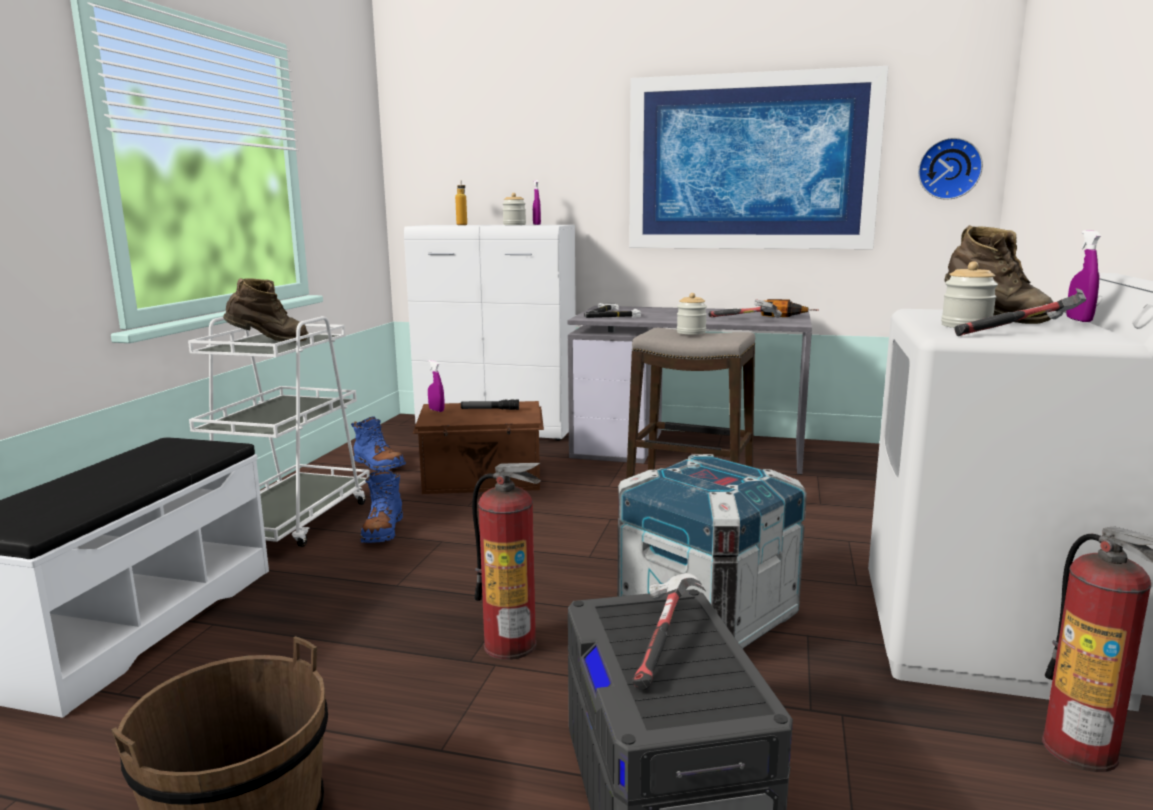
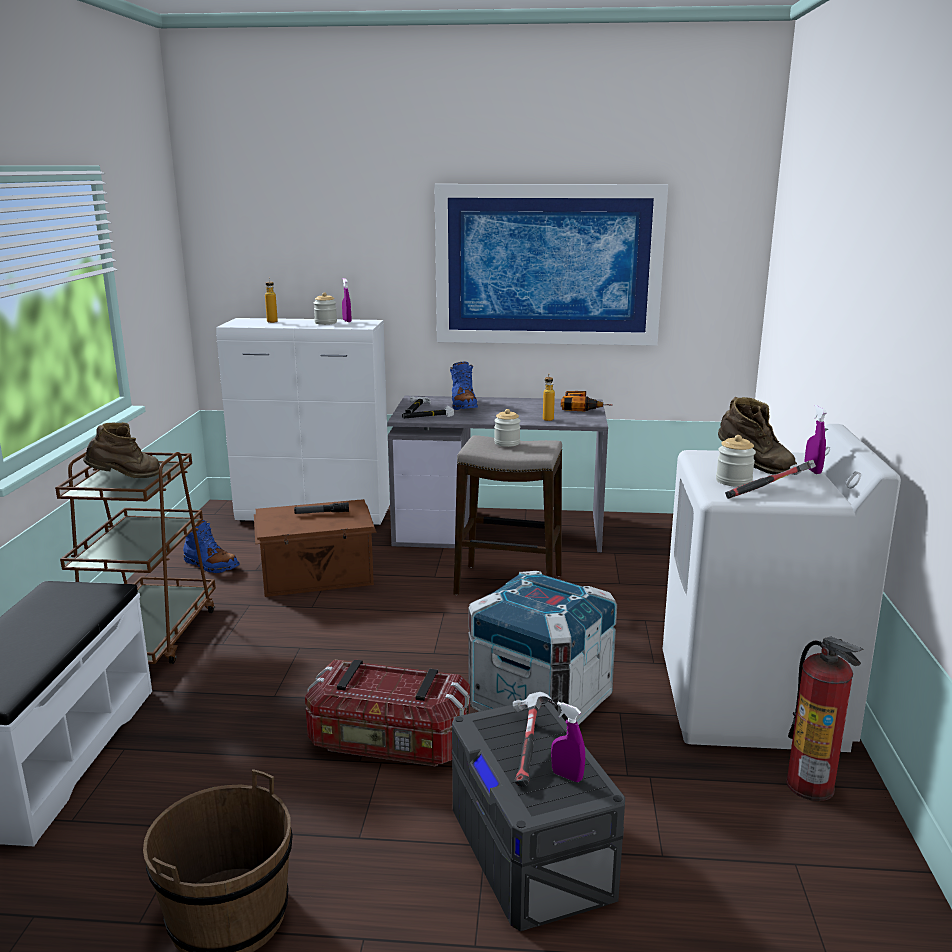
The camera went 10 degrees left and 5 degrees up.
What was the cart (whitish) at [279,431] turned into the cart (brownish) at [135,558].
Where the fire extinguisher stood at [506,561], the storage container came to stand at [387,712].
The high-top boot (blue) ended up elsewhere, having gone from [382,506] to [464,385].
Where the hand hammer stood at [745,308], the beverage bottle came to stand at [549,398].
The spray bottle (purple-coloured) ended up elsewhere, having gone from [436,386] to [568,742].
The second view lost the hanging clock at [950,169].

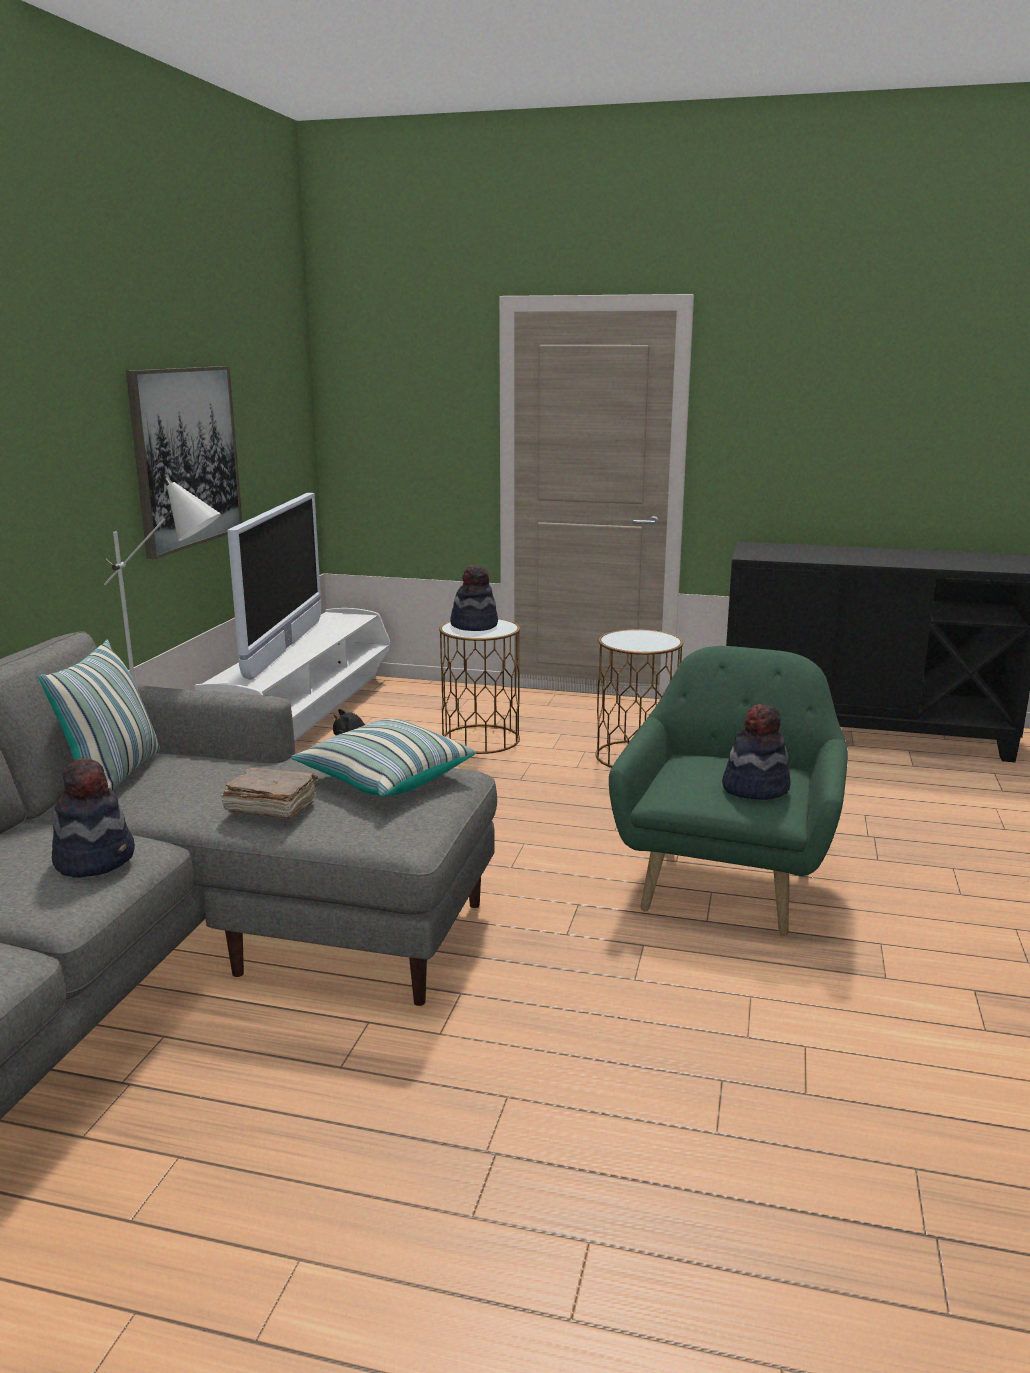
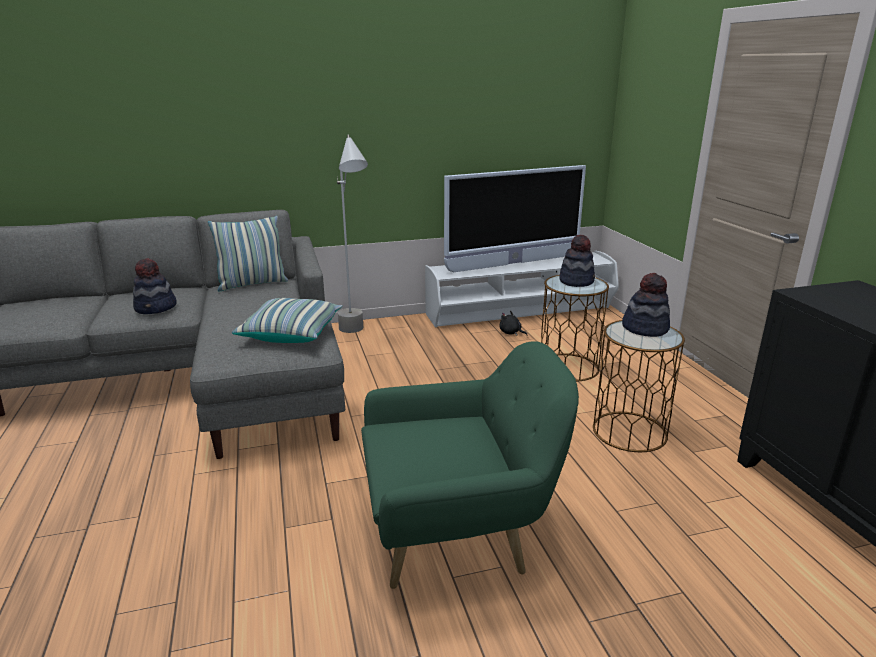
The camera went 60 degrees right and 5 degrees up.
The wearable hat ended up elsewhere, having gone from [756,752] to [646,305].
The second view lost the picture at [184,462].
The second view lost the book (brownish) at [270,793].

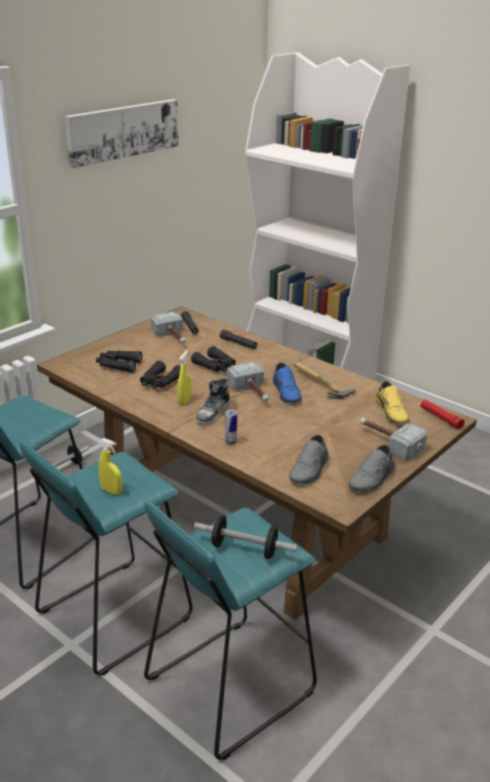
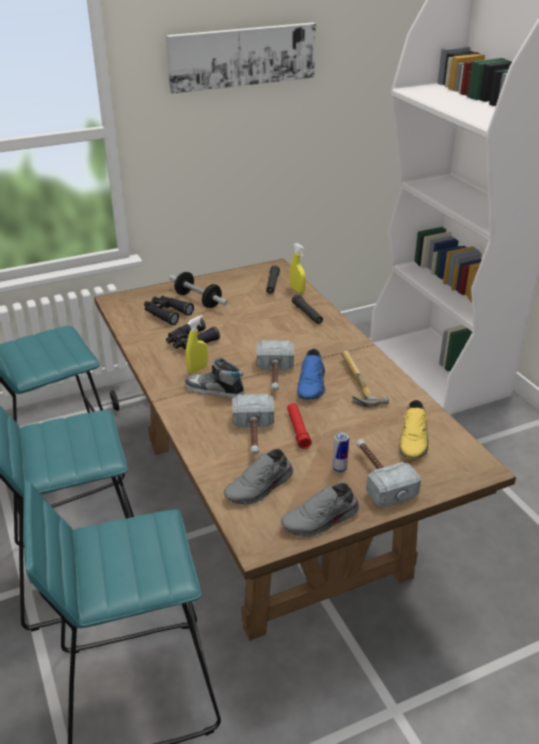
The camera went 25 degrees right and 5 degrees up.
The dumbbell ended up elsewhere, having gone from [245,537] to [198,290].
The shoe at [213,401] ended up facing another way, 60 degrees clockwise from before.
The hand hammer ended up elsewhere, having gone from [168,328] to [253,424].
The flashlight (reddish) ended up elsewhere, having gone from [442,414] to [299,426].
The spray bottle (yellow) ended up elsewhere, having gone from [110,466] to [298,268].
The can ended up elsewhere, having gone from [231,427] to [340,452].
The second view lost the field glasses (blackish) at [213,359].

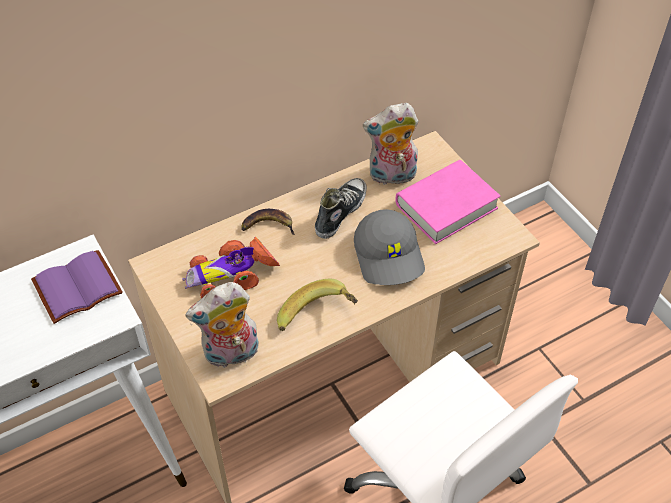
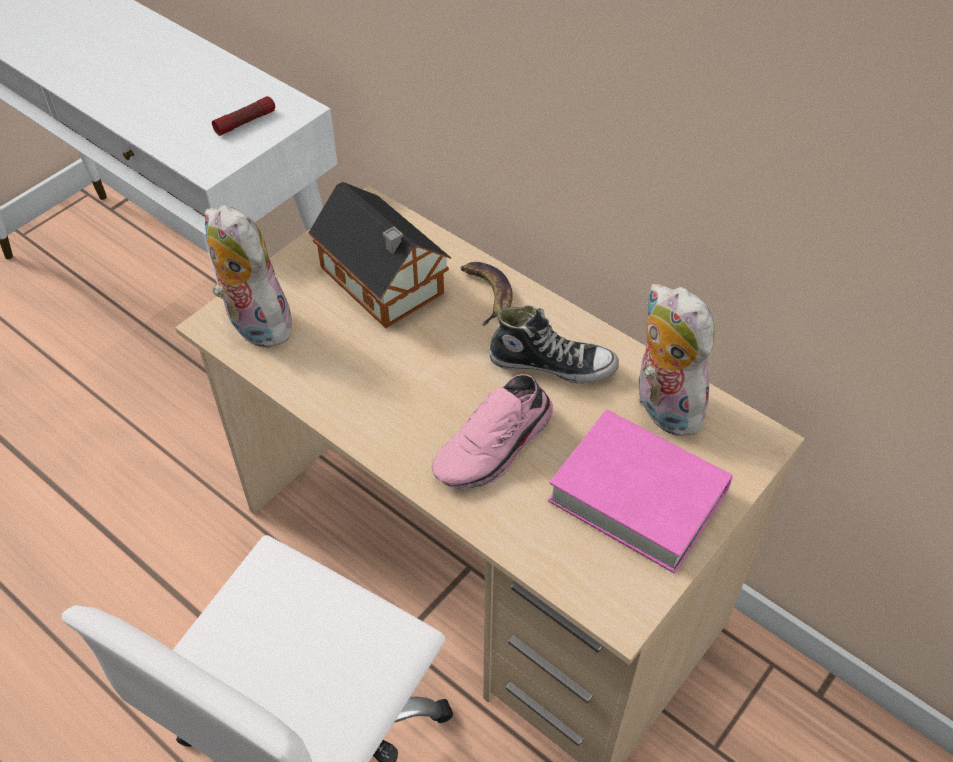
The camera went 70 degrees right and 0 degrees up.
Where the book (purple-coloured) stood at [77,287], the flashlight came to stand at [243,116].
Where the miniature car stood at [231,267], the model house came to stand at [379,255].
Where the peaked cap (gray) stood at [389,247], the shoe (pinkish) came to stand at [492,431].
The second view lost the banana fruit at [317,305].

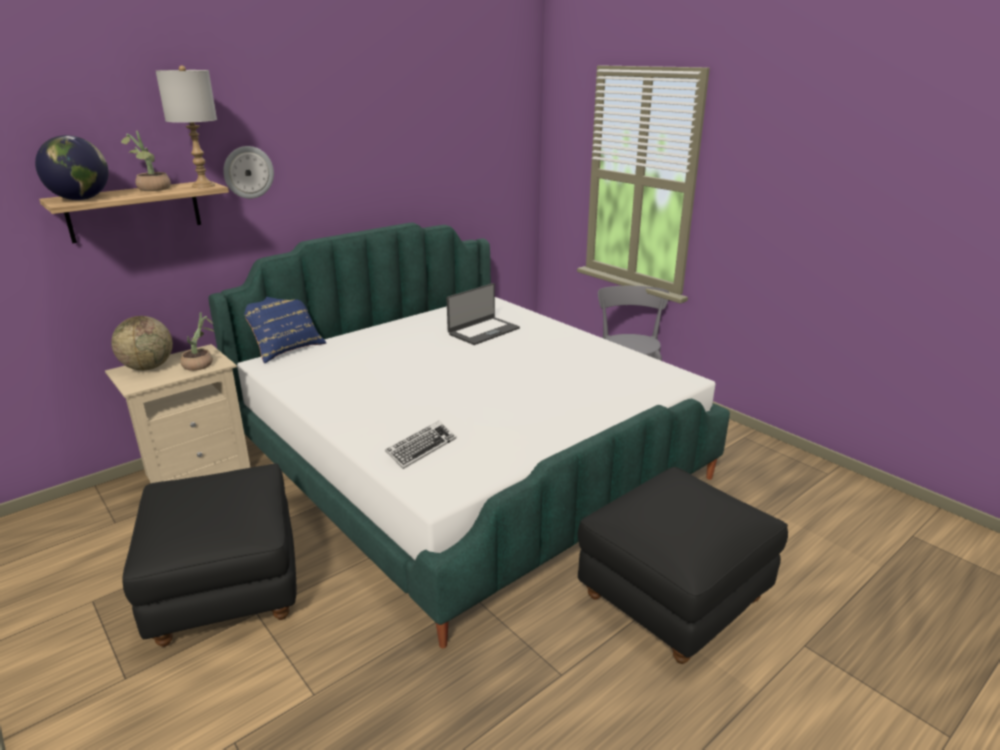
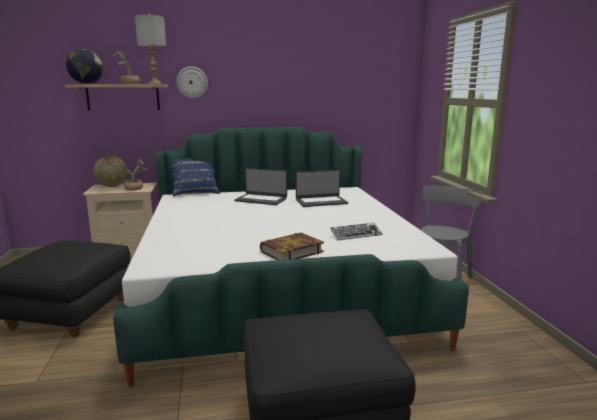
The camera went 30 degrees right and 10 degrees down.
The second view gained the notebook computer at [260,186].
The second view gained the book at [292,246].
The PC keyboard ended up elsewhere, having gone from [421,445] to [356,232].

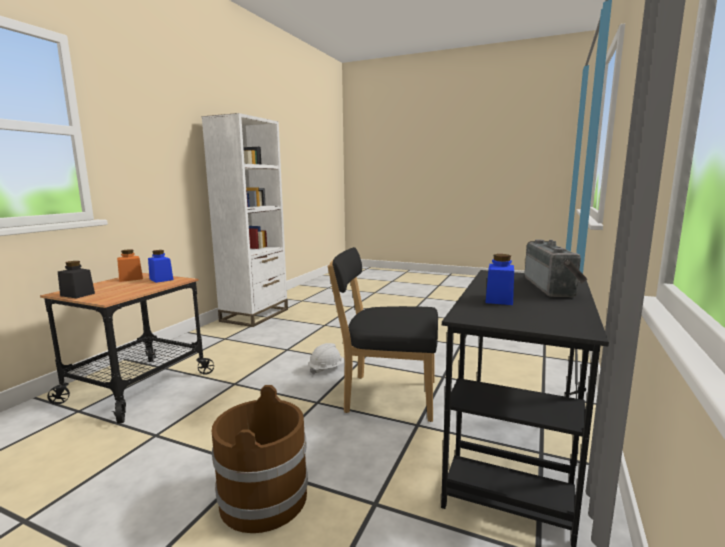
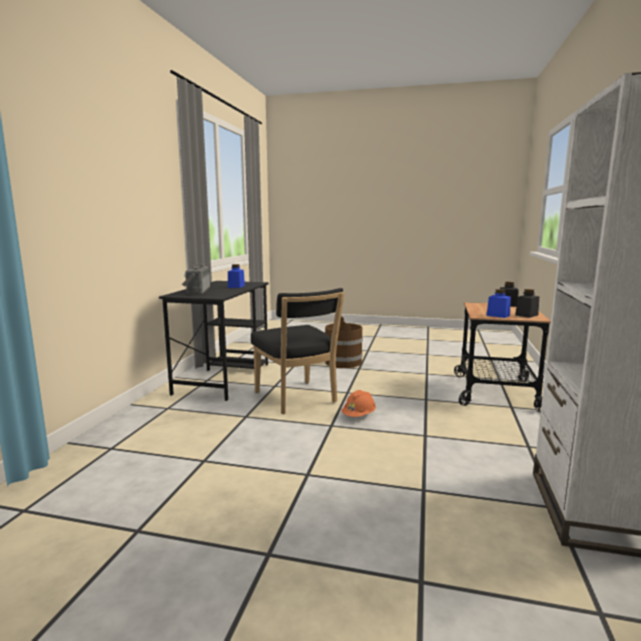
The camera went 170 degrees right and 0 degrees up.
The upright chair (blackish) at [382,334] ended up facing another way, 60 degrees clockwise from before.
What was the work helmet (whitish) at [327,359] turned into the work helmet (orangey) at [358,403].
What was the jar (orangey) at [130,265] turned into the jar (blackish) at [527,303].

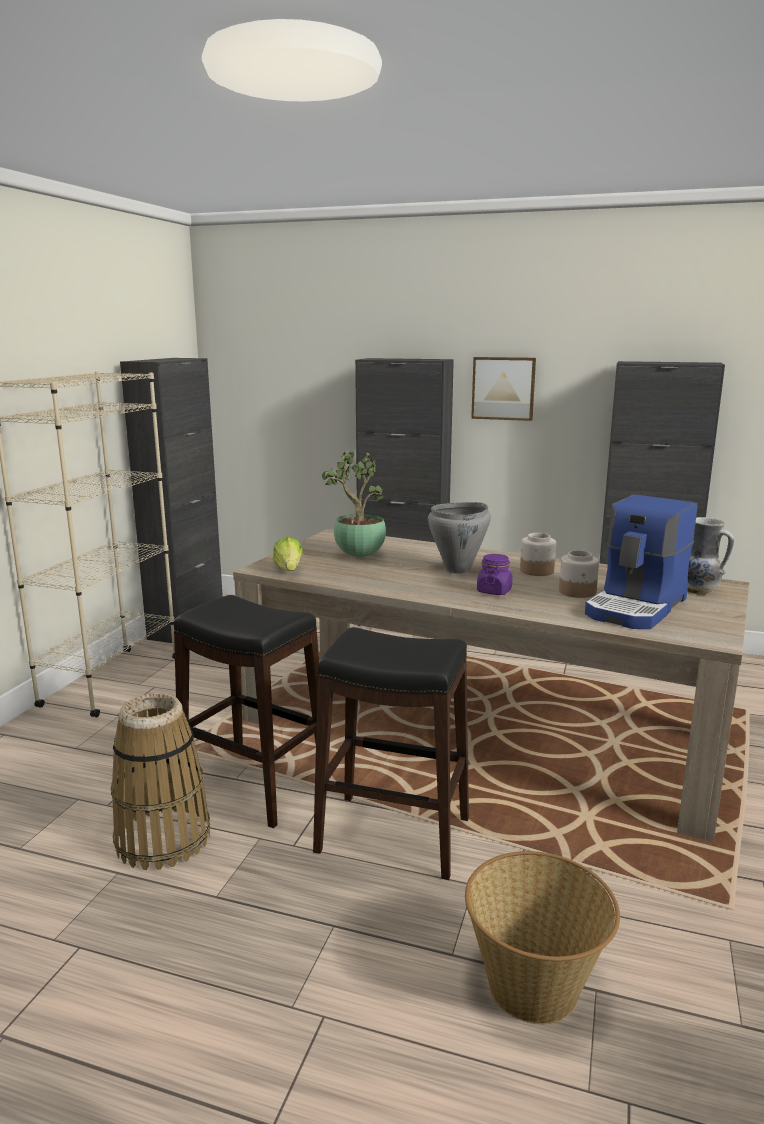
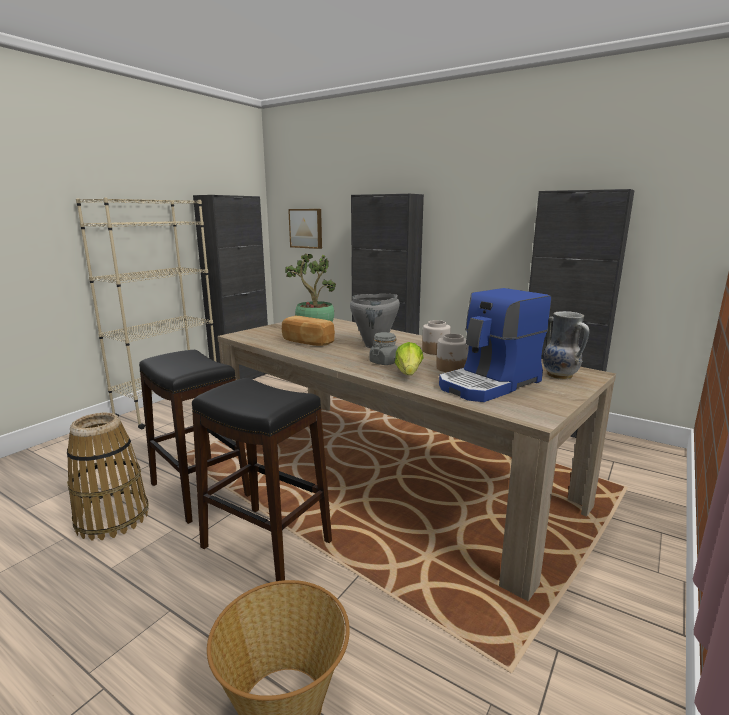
The camera went 15 degrees right and 0 degrees up.
The second view gained the bakery bread at [308,331].
The picture ended up elsewhere, having gone from [503,389] to [305,229].
What was the jar (purple-coloured) at [495,574] turned into the jar (gray) at [384,348].
The head of lettuce ended up elsewhere, having gone from [288,553] to [409,358].

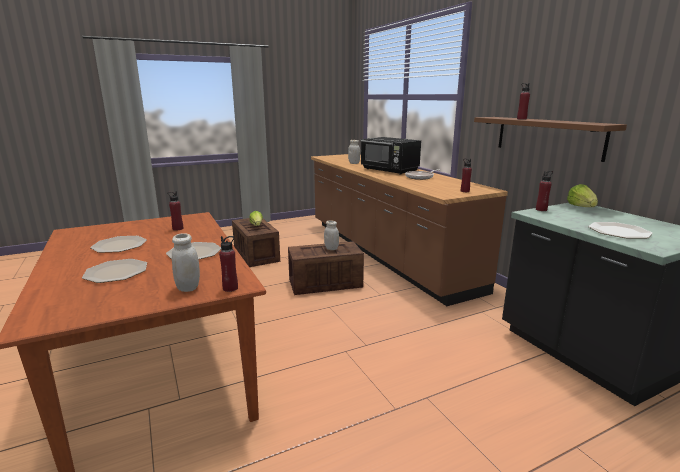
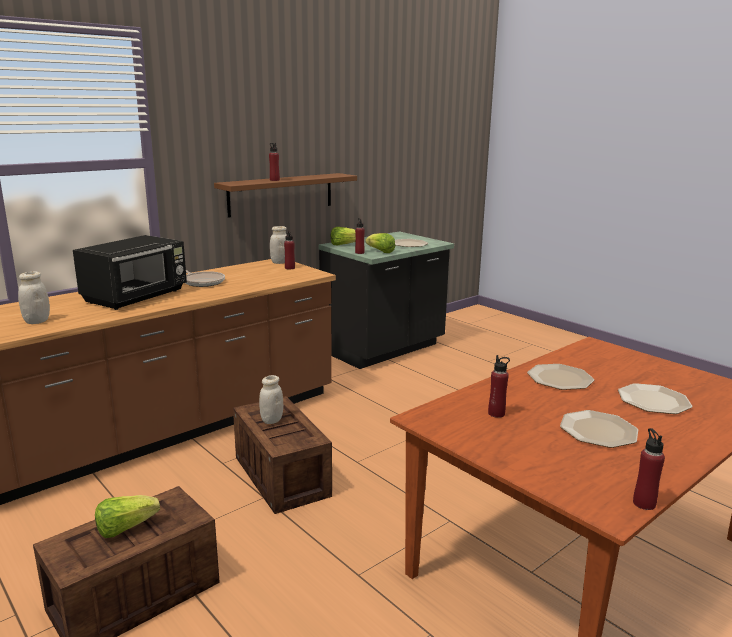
The camera went 105 degrees left and 0 degrees up.
The jar (whitish) ended up elsewhere, having gone from [186,262] to [278,245].
The second view gained the head of lettuce at [380,243].
The beverage bottle (reddish) ended up elsewhere, having gone from [228,264] to [649,469].

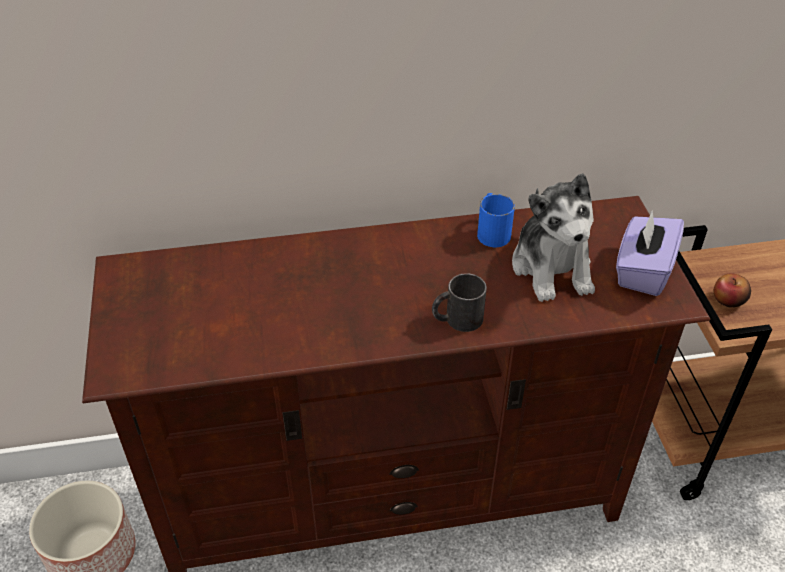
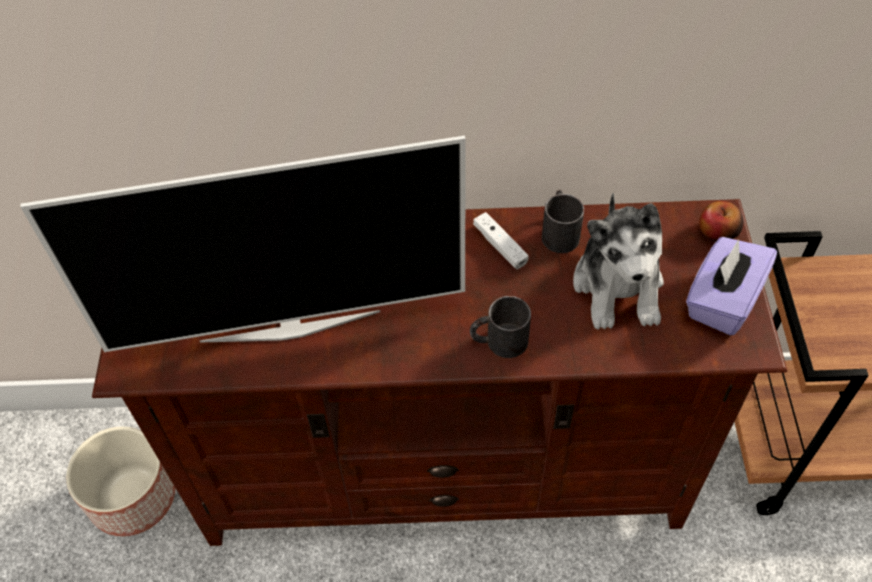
The camera went 10 degrees right and 10 degrees up.
The second view gained the TV set at [243,244].
The second view gained the gamepad (whitish) at [501,240].
What was the mug (blue) at [496,220] turned into the mug (blackish) at [563,221].
The whole apple ended up elsewhere, having gone from [732,291] to [721,221].

